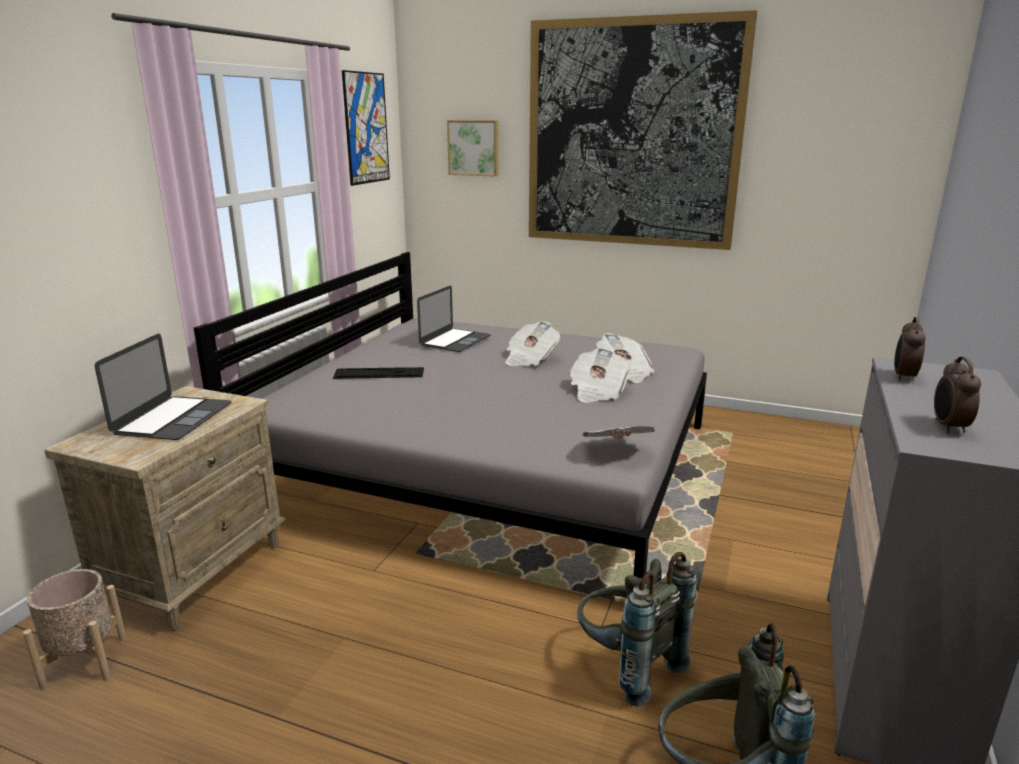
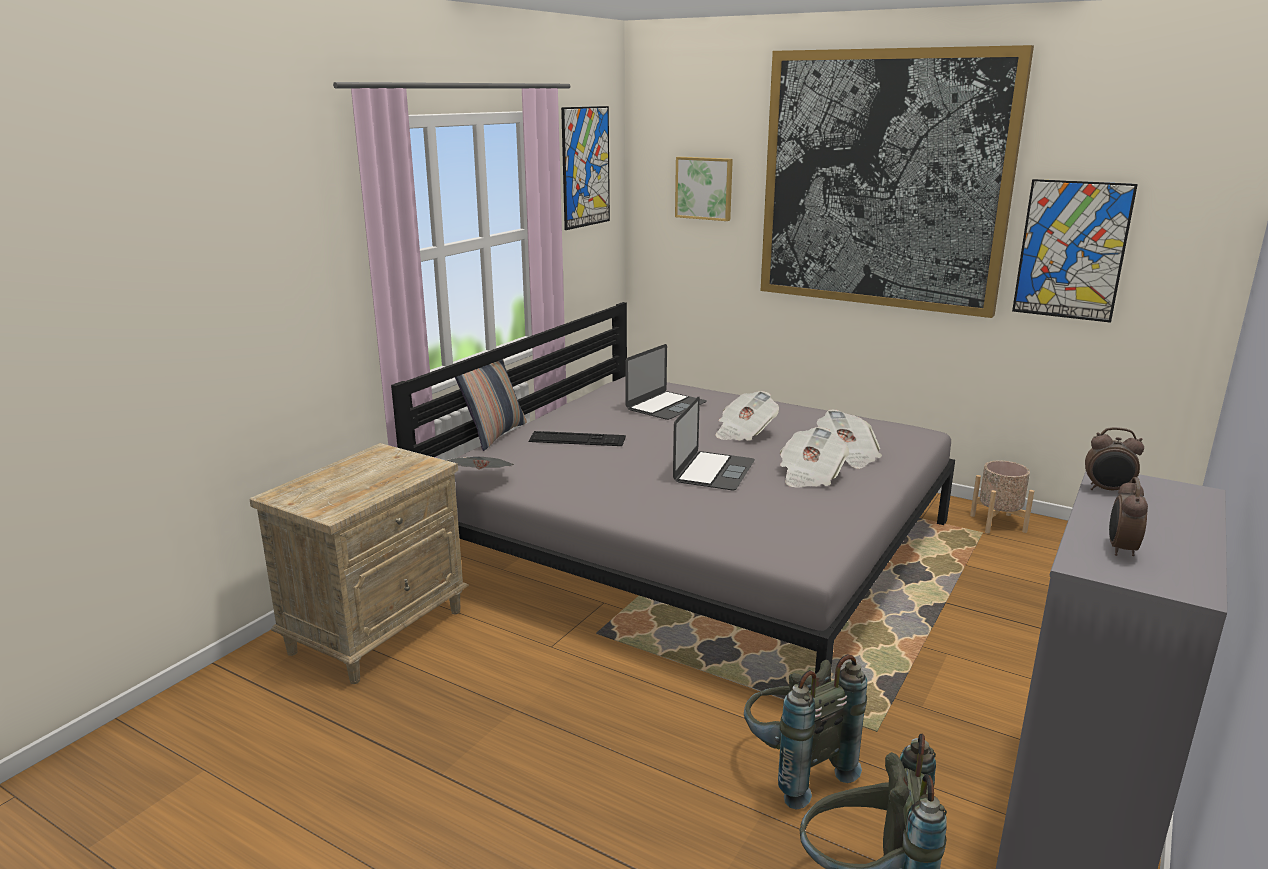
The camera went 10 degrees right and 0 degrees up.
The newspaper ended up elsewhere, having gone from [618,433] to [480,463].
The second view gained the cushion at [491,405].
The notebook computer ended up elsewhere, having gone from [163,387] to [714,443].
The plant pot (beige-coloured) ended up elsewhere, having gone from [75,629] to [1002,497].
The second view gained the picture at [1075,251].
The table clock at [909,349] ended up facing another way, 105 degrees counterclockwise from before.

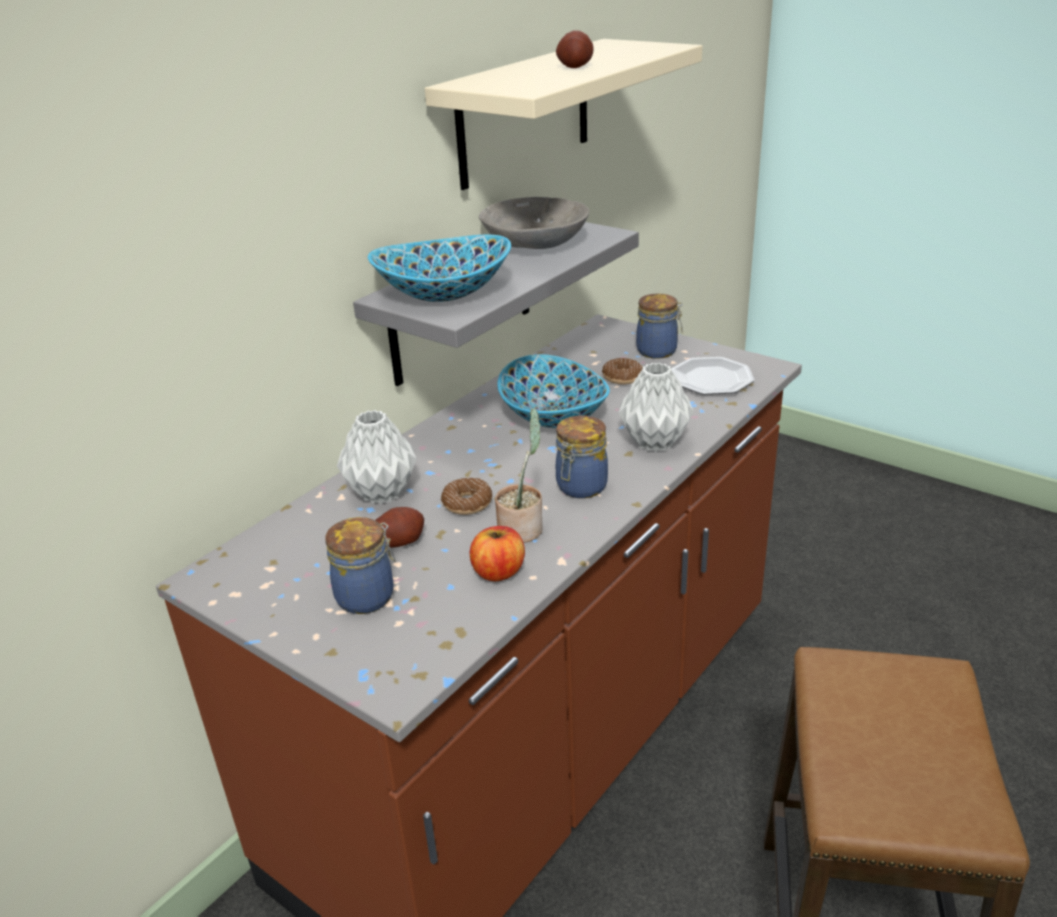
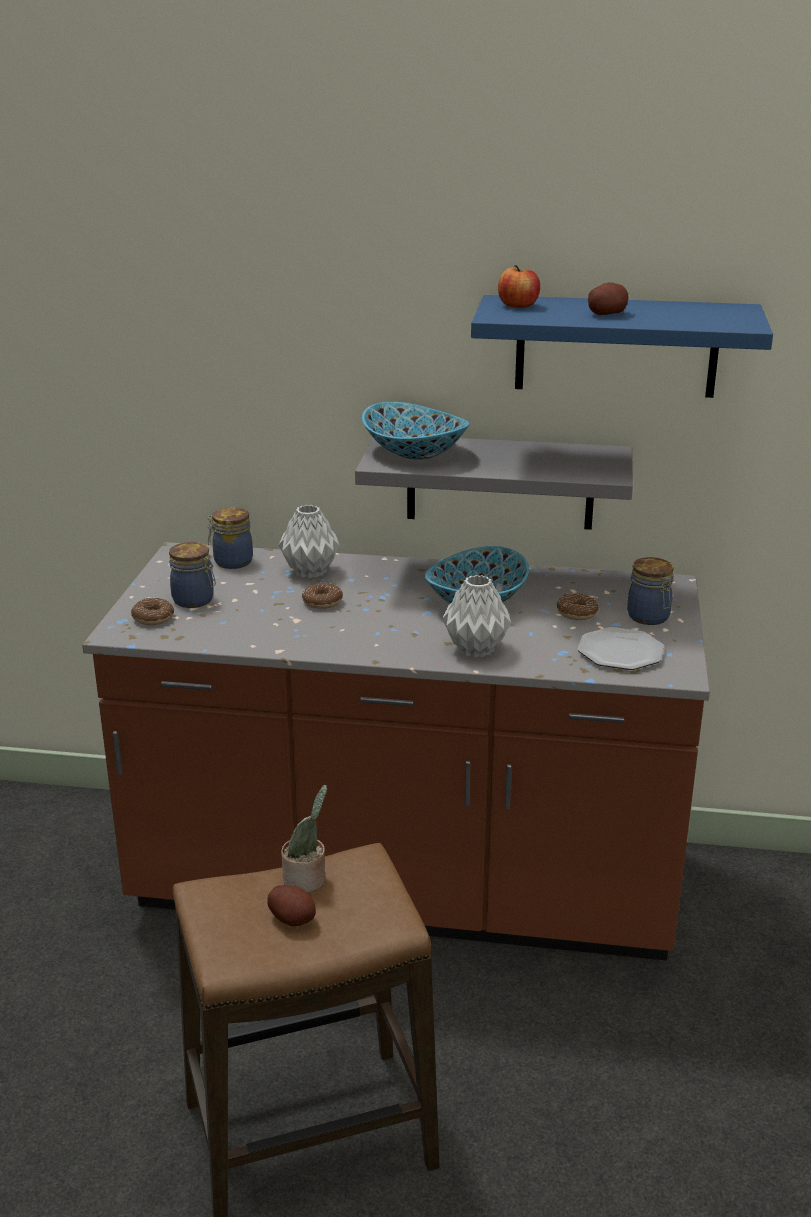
The camera went 60 degrees right and 5 degrees down.
The second view gained the ring doughnut at [152,611].
The jar ended up elsewhere, having gone from [582,456] to [230,538].
The whole potato ended up elsewhere, having gone from [399,527] to [291,905].
The houseplant ended up elsewhere, having gone from [518,475] to [304,839].
What was the bracket shelf (beige-coloured) at [564,114] turned into the bracket shelf (blue) at [622,346].
The whole apple ended up elsewhere, having gone from [497,553] to [519,286].
The second view lost the bowl (gray) at [534,223].

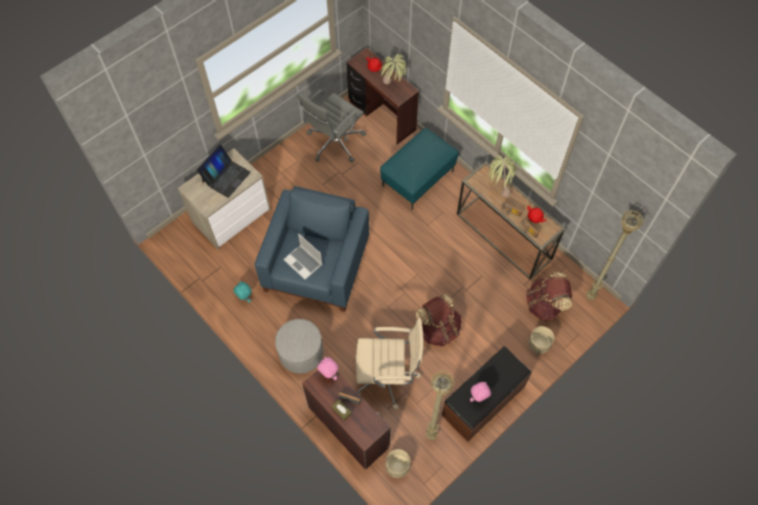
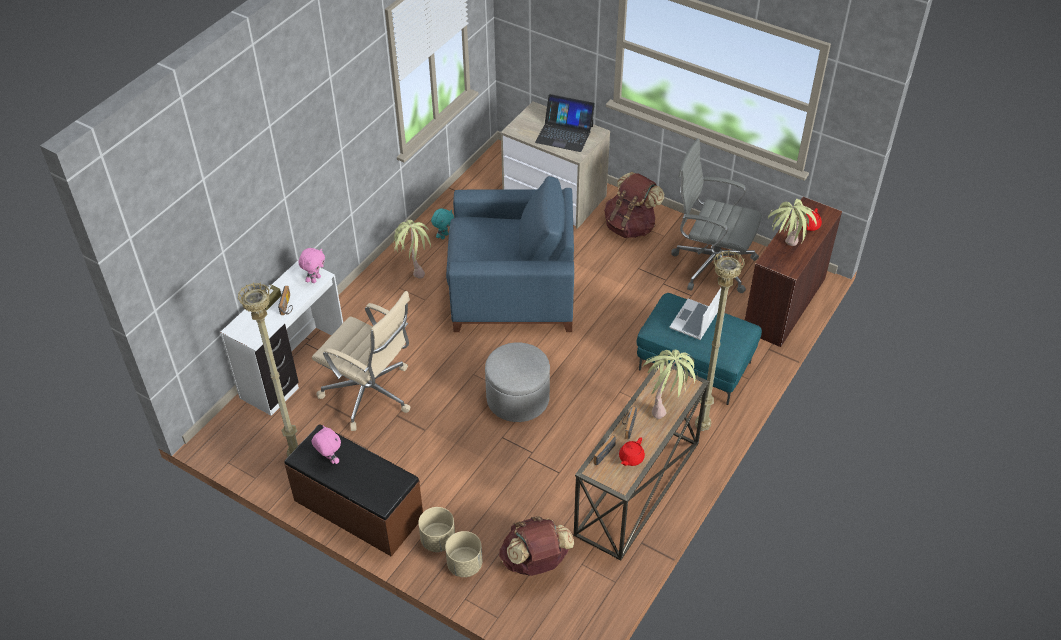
The camera went 75 degrees right and 15 degrees down.
What was the desk unit (brownish) at [346,419] turned into the desk unit (whitish) at [281,338].
The desk chair (beige-coloured) at [388,364] ended up facing another way, 45 degrees counterclockwise from before.
The second view gained the houseplant at [411,248].
The plant pot (beige-coloured) ended up elsewhere, having gone from [398,463] to [436,529].
The pouffe (gray) ended up elsewhere, having gone from [299,346] to [517,382].
The rucksack (brownish) ended up elsewhere, having gone from [439,320] to [634,205].
The notebook computer ended up elsewhere, having gone from [302,256] to [695,314].
The floor lamp (beige-coloured) ended up elsewhere, having gone from [614,255] to [720,340].

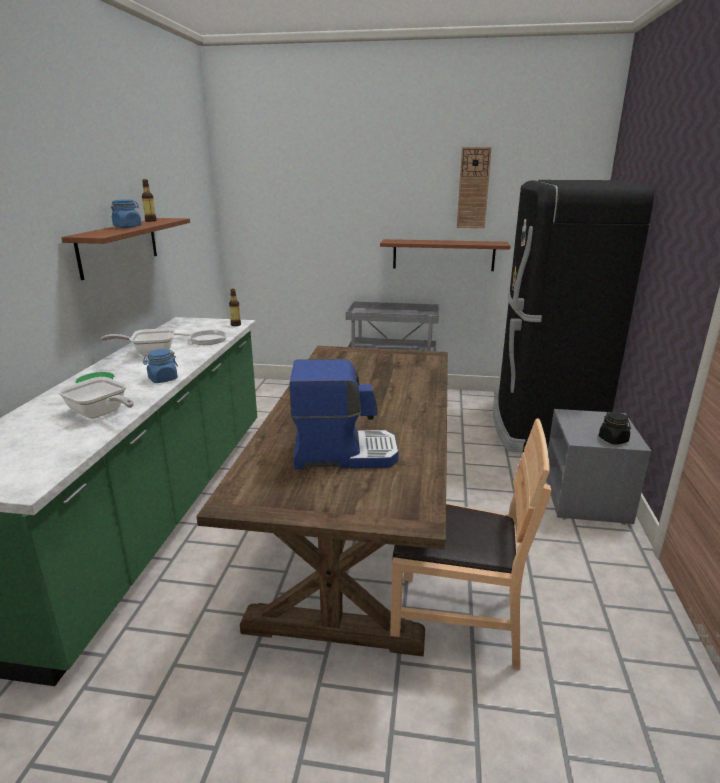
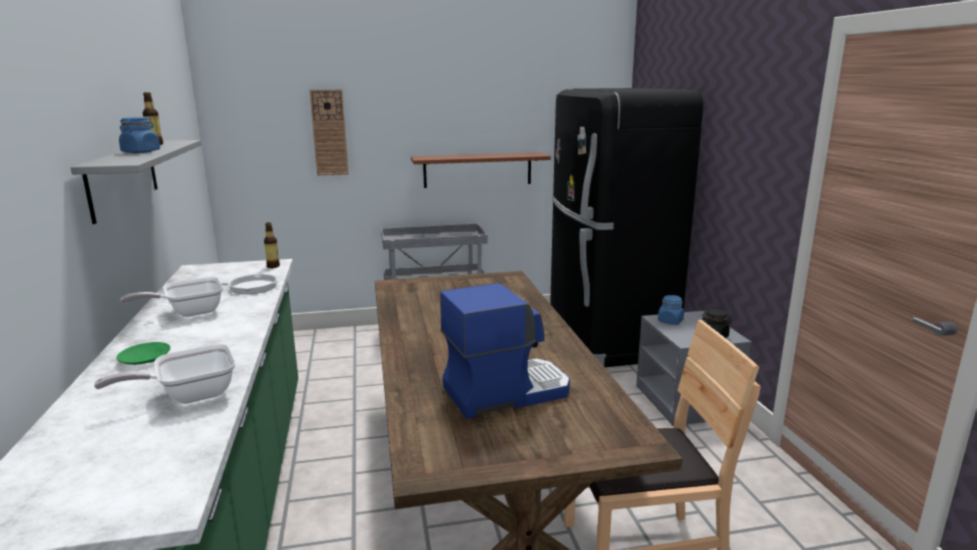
The camera went 20 degrees left and 5 degrees down.
What was the bracket shelf (brownish) at [125,249] turned into the bracket shelf (gray) at [136,182].
The pan at [96,398] ended up facing another way, 135 degrees clockwise from before.
The hanging clock ended up elsewhere, having gone from [474,187] to [329,132].
The jar (blue) ended up elsewhere, having gone from [160,366] to [671,310].

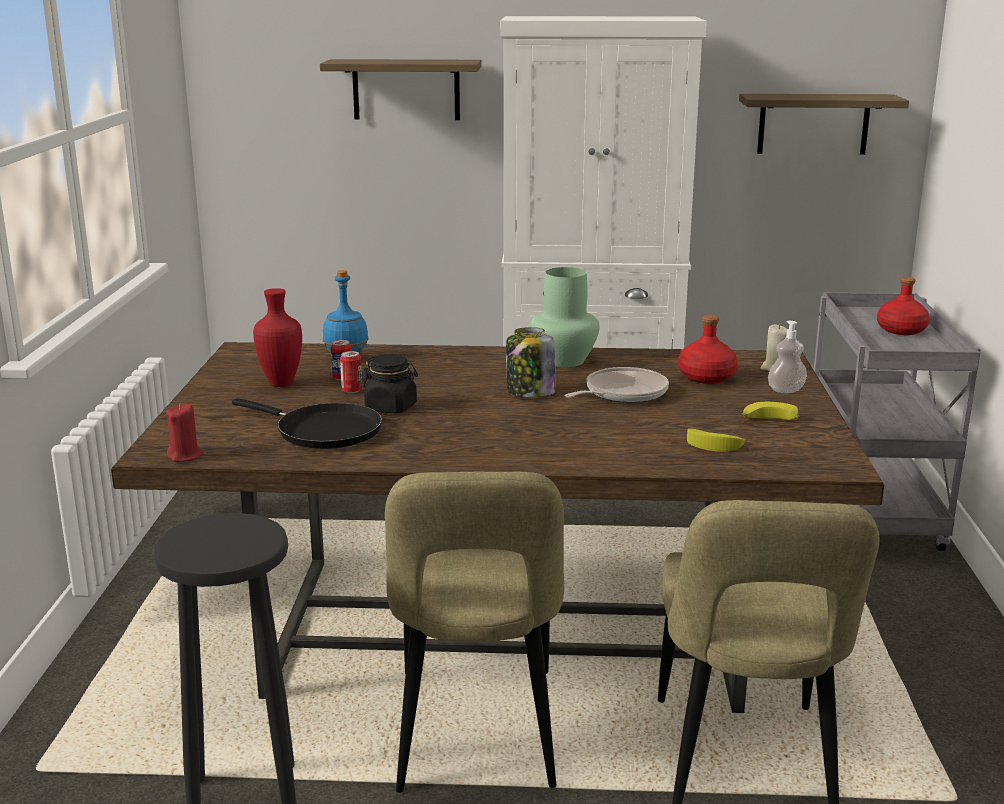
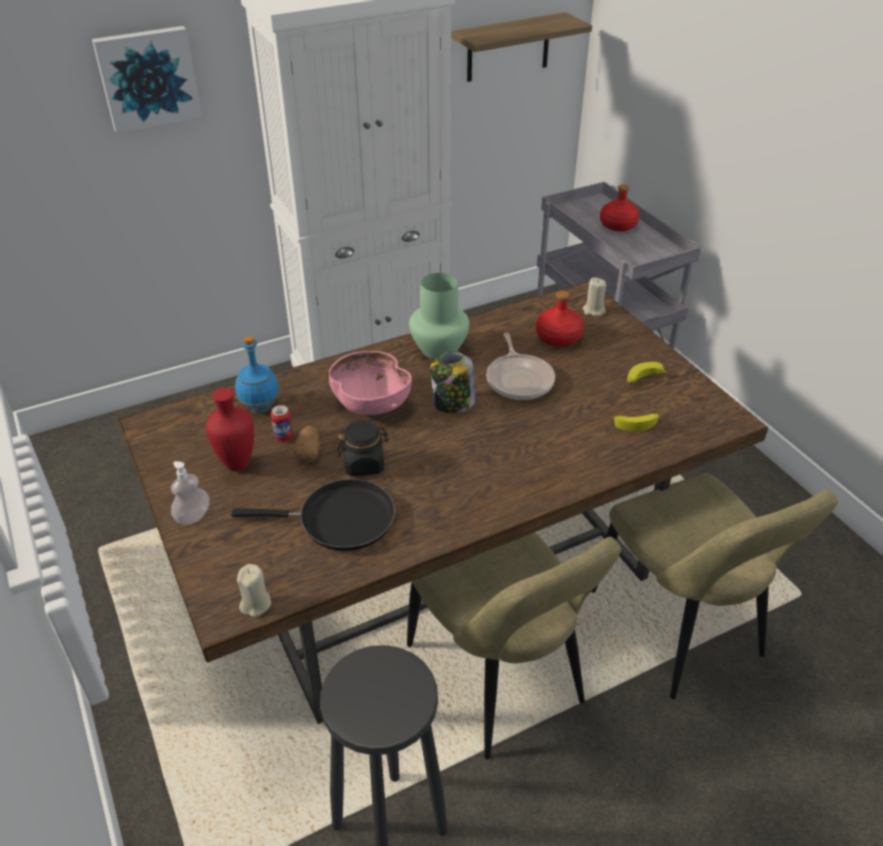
The camera went 30 degrees left and 20 degrees up.
Where the bracket shelf hung at [400,89], the picture came to hang at [147,79].
The liquid soap bottle ended up elsewhere, having gone from [787,357] to [190,493].
What was the wax candle (reddish) at [184,433] turned into the wax candle (beige-coloured) at [254,590].
Where the can stood at [351,372], the whole potato came to stand at [307,444].
The second view gained the bowl (pinkish) at [370,383].
The pan at [617,385] ended up facing another way, 150 degrees clockwise from before.

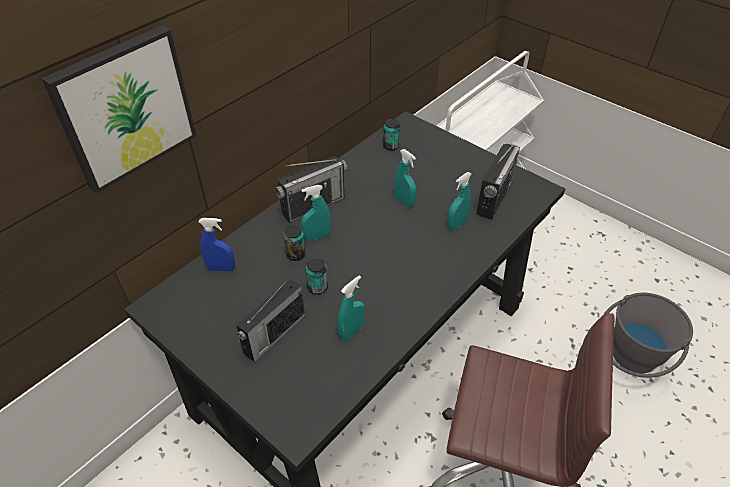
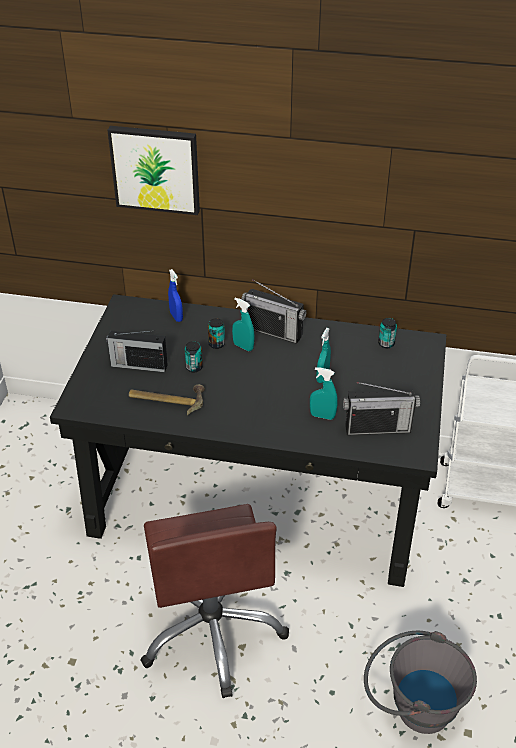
The camera went 60 degrees right and 5 degrees down.
Where the spray bottle (turquoise-coloured) stood at [351,308], the hand hammer came to stand at [167,400].

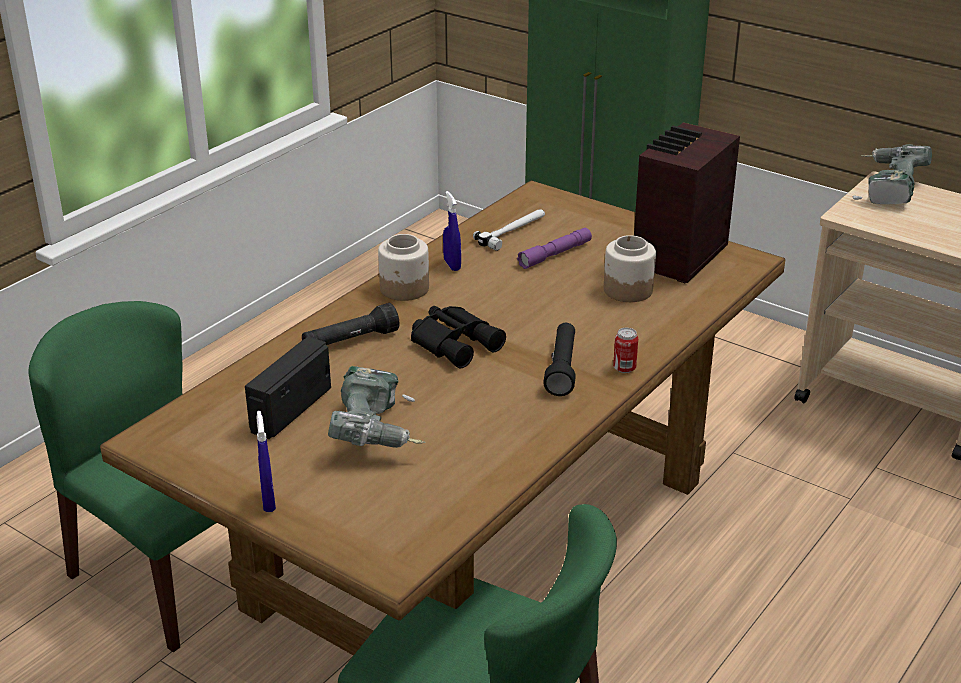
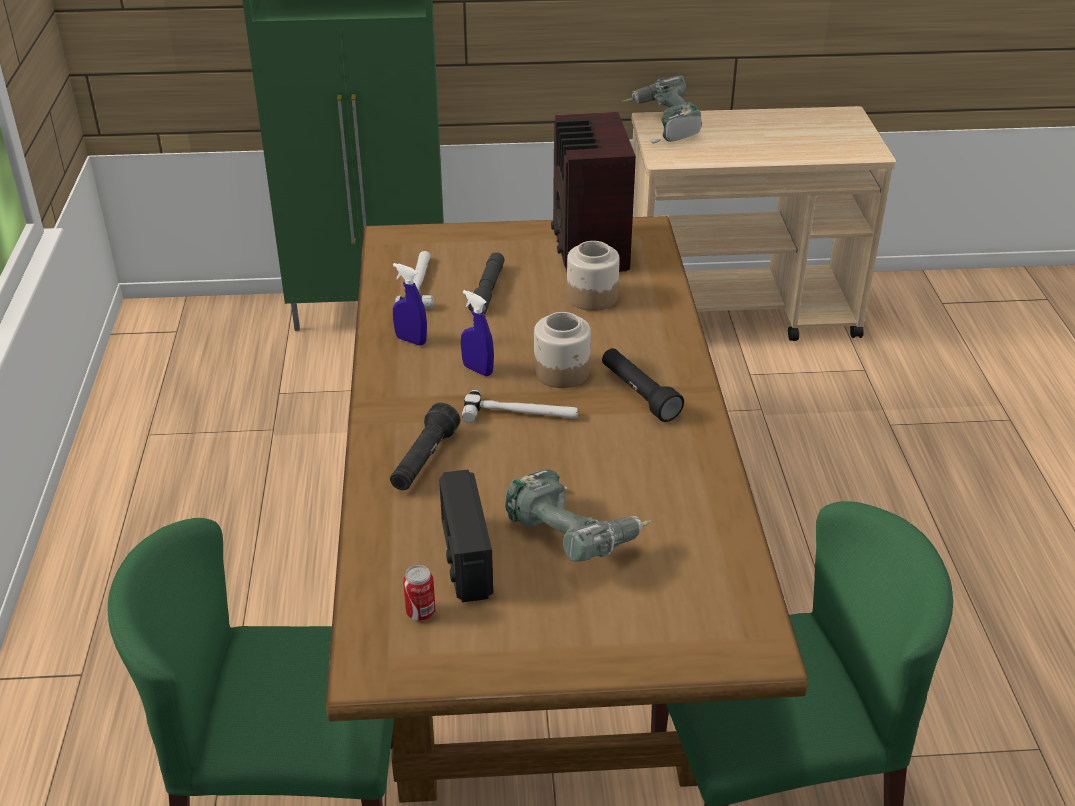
The camera went 40 degrees left and 5 degrees up.
The can ended up elsewhere, having gone from [625,350] to [419,593].
The spray bottle (blue) ended up elsewhere, having gone from [266,461] to [477,333].
Where the field glasses (blackish) stood at [458,337], the hand hammer came to stand at [519,406].
What was the flashlight (purple-coloured) at [554,248] turned into the flashlight (gray) at [486,283].
The jar ended up elsewhere, having gone from [403,267] to [562,350].

